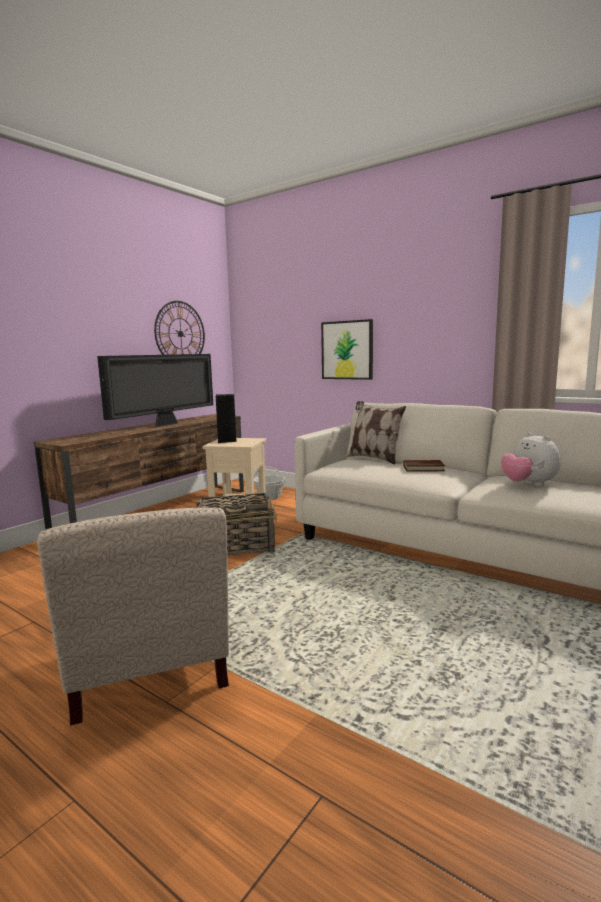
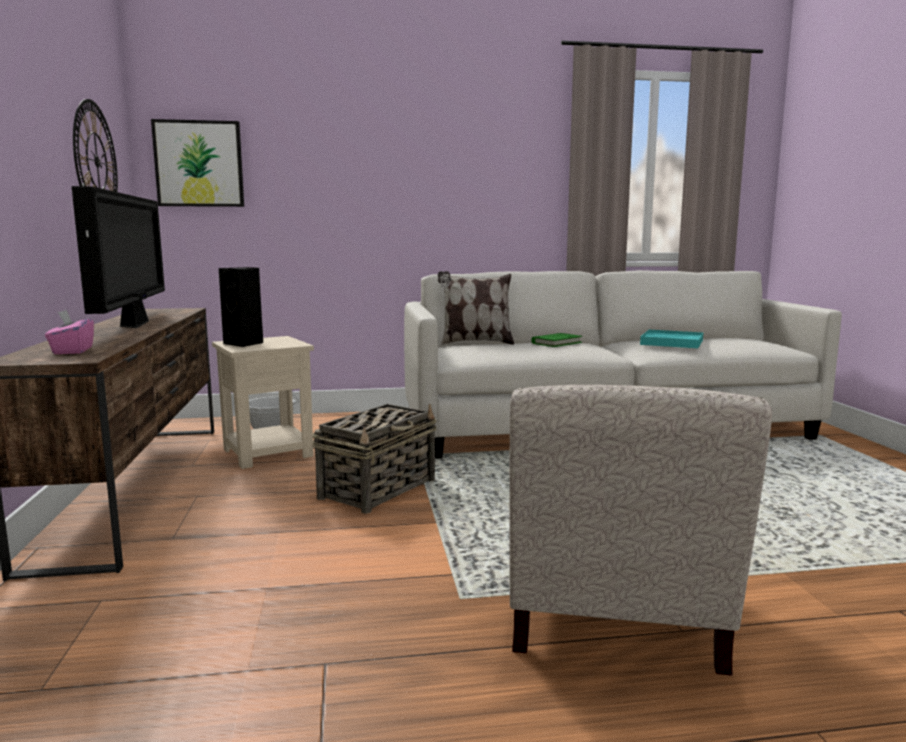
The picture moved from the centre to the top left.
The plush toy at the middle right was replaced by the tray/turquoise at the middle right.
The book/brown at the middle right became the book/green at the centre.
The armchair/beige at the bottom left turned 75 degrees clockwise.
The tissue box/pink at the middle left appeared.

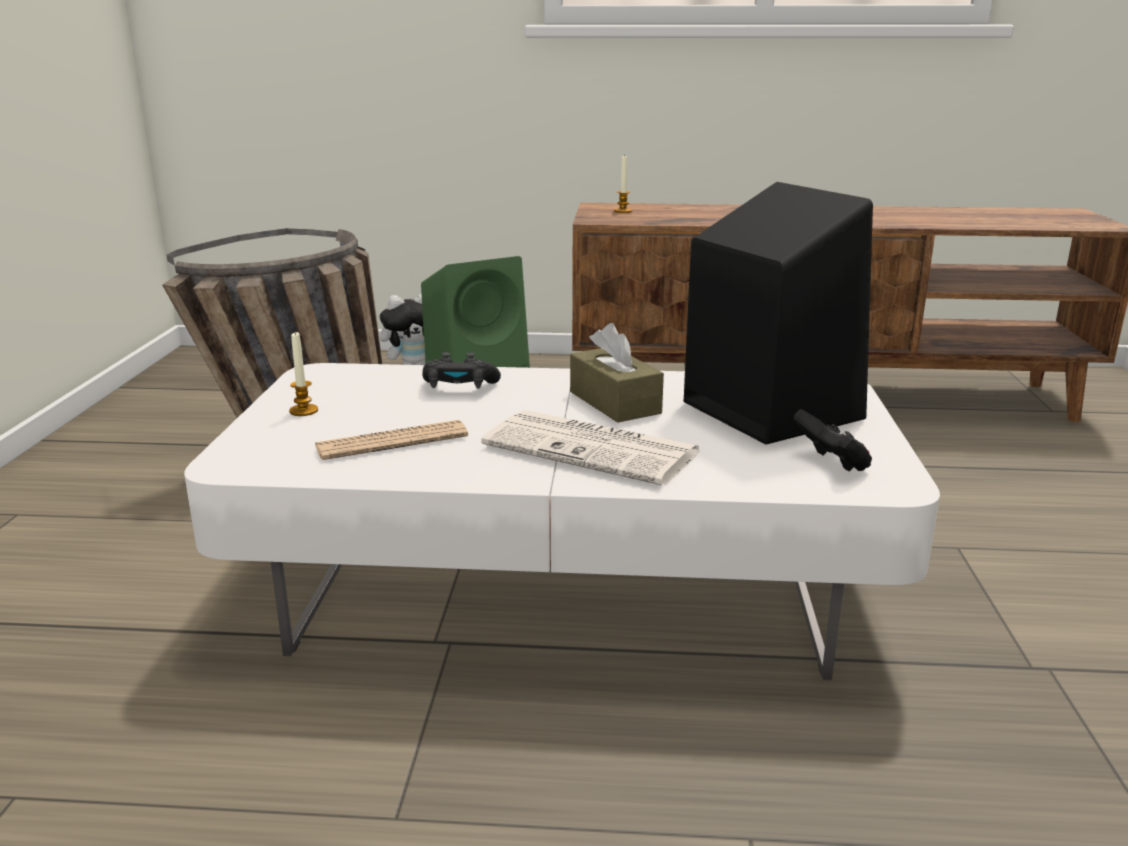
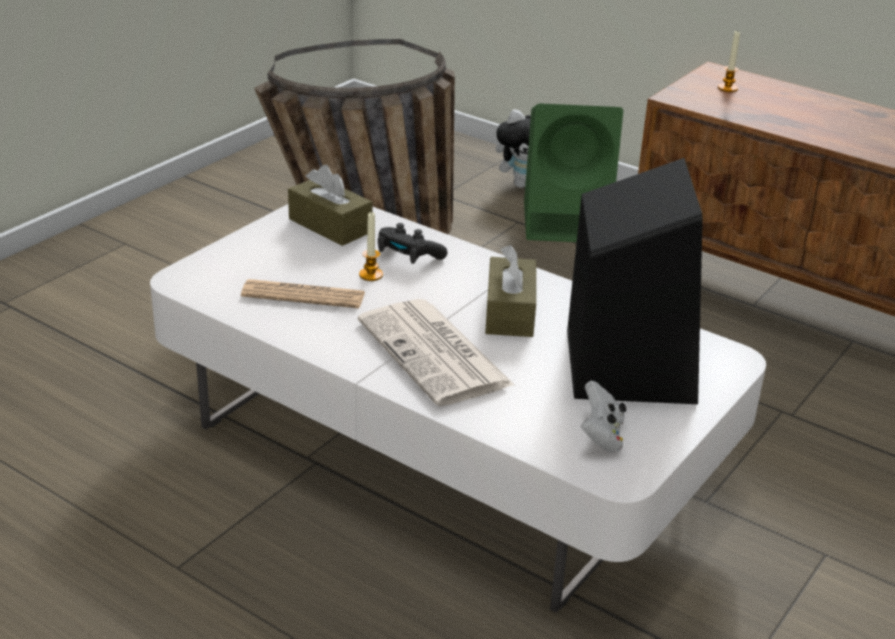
The candle (1st from left) moved from the middle left to the centre.
The game controller/black (2nd from left) at the middle right became the game controller/white at the middle right.
The tissue box/brown (1st from left) at the top centre appeared.

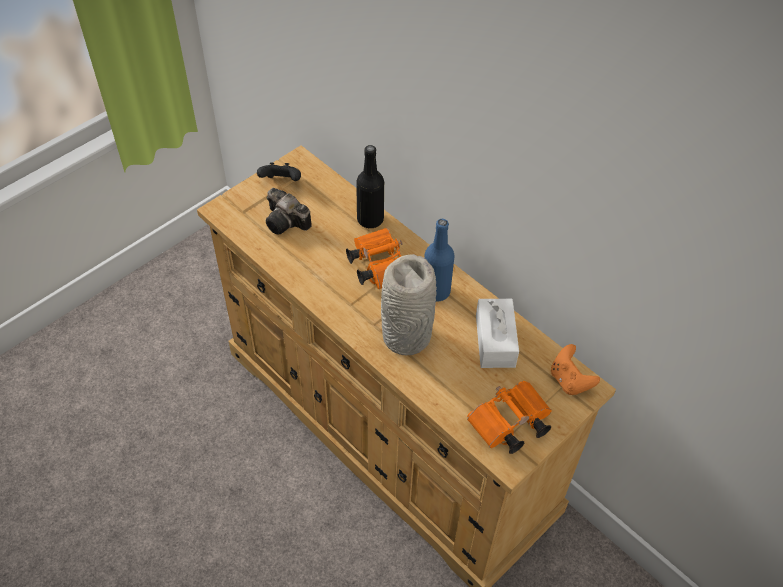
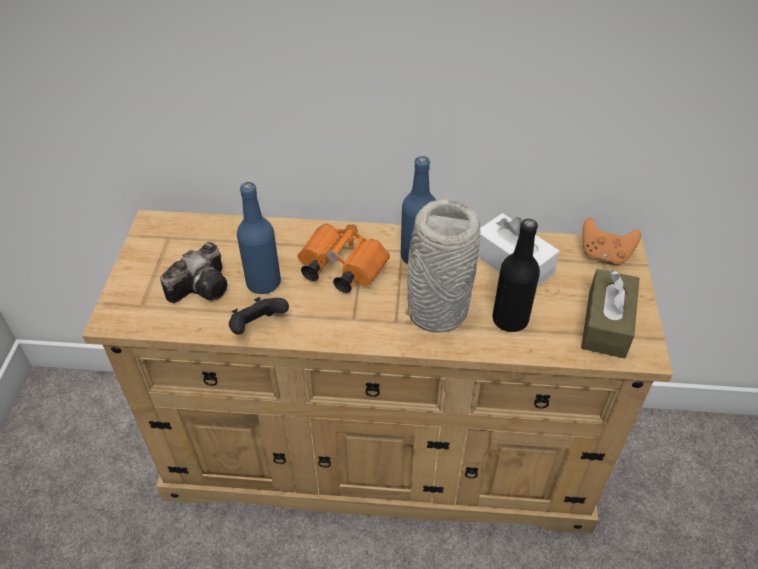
The bottle/black moved from the top centre to the middle right.
The game controller/black moved from the top centre to the centre.
The photo camera at the centre turned 45 degrees counterclockwise.
The binoculars/orange (2nd from left) at the bottom centre was replaced by the tissue box/brown at the middle right.
The bottle/blue (1st from left) at the centre appeared.

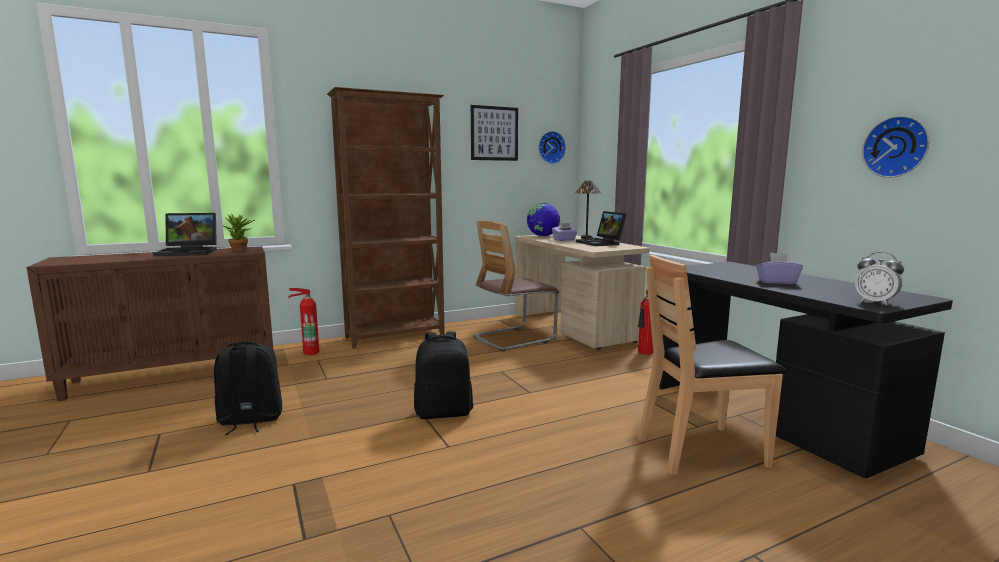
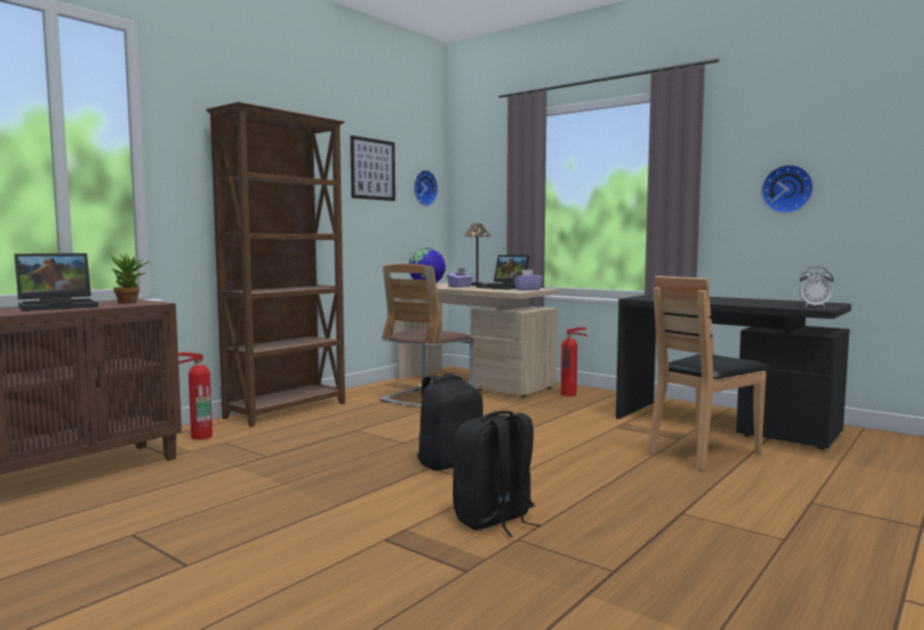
The tissue box/purple (2nd from left) moved from the middle right to the centre.
The backpack/black (1st from left in the first image) moved from the bottom left to the bottom centre.

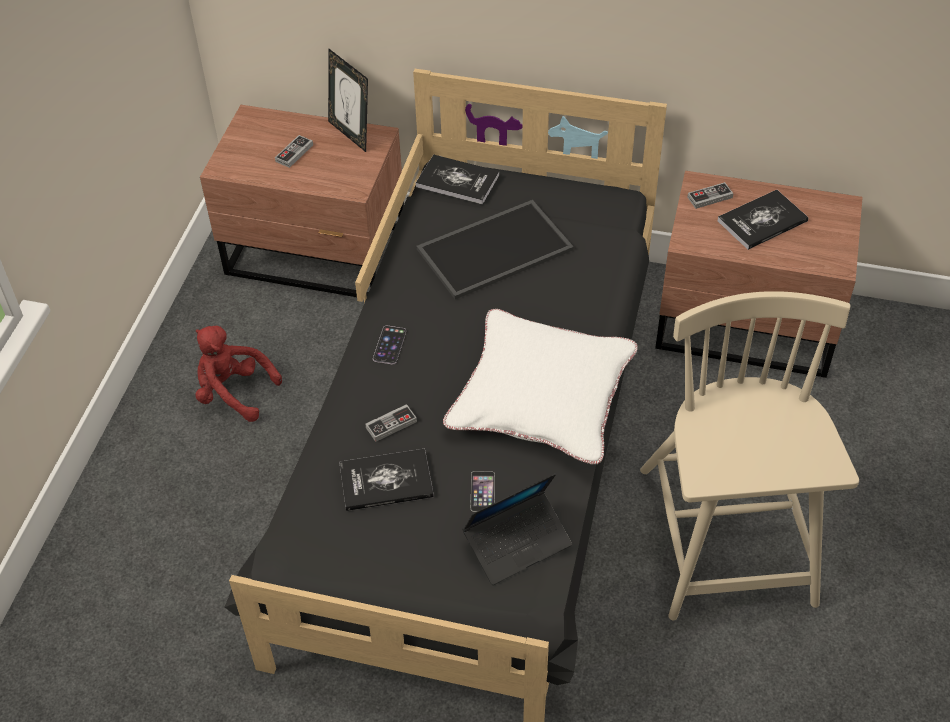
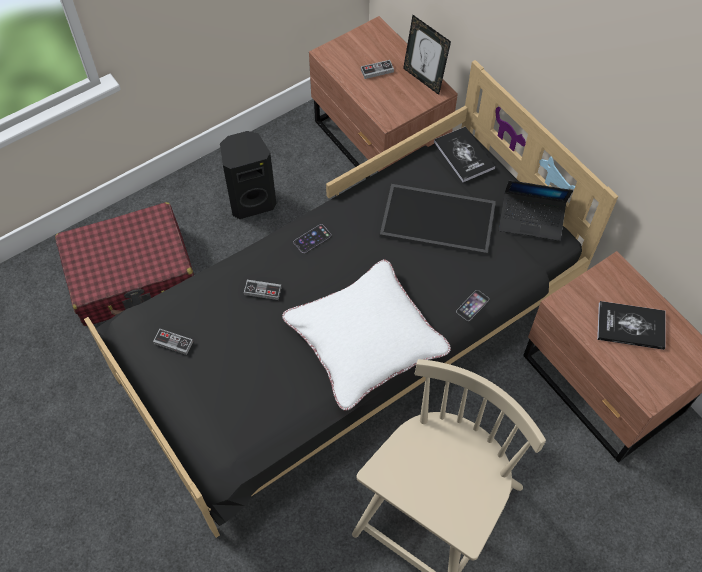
The picture frame at the top centre turned 45 degrees counterclockwise.
The game controller (3rd from left in the first image) moved from the top right to the middle left.
The plush toy/red at the middle left was replaced by the speaker/black at the top centre.
The book (1st from left) at the centre disappeared.
The phone (2nd from left) moved from the bottom centre to the middle right.
The laptop moved from the bottom centre to the middle right.
The suitcase/red at the middle left appeared.

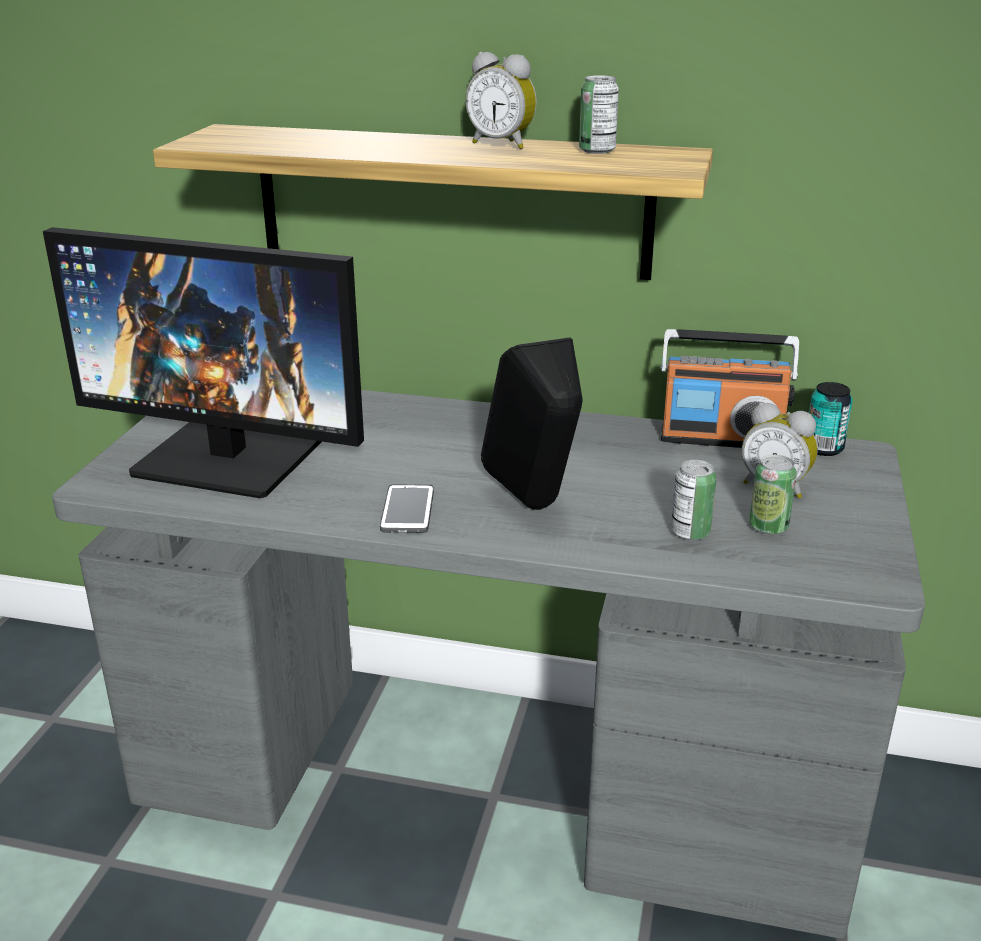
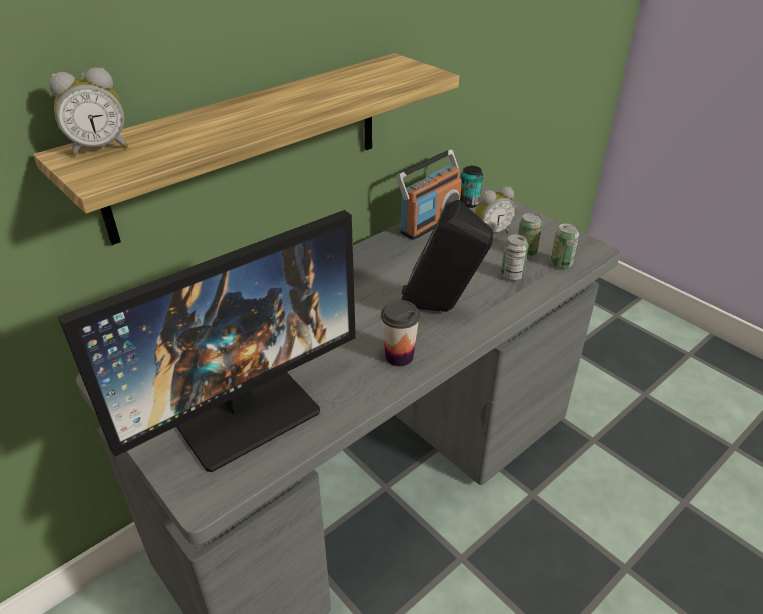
The alarm clock (1st from left) moved from the top centre to the top left.
The can (1st from left in the first image) moved from the top centre to the middle right.
The phone at the centre was replaced by the cup at the centre.

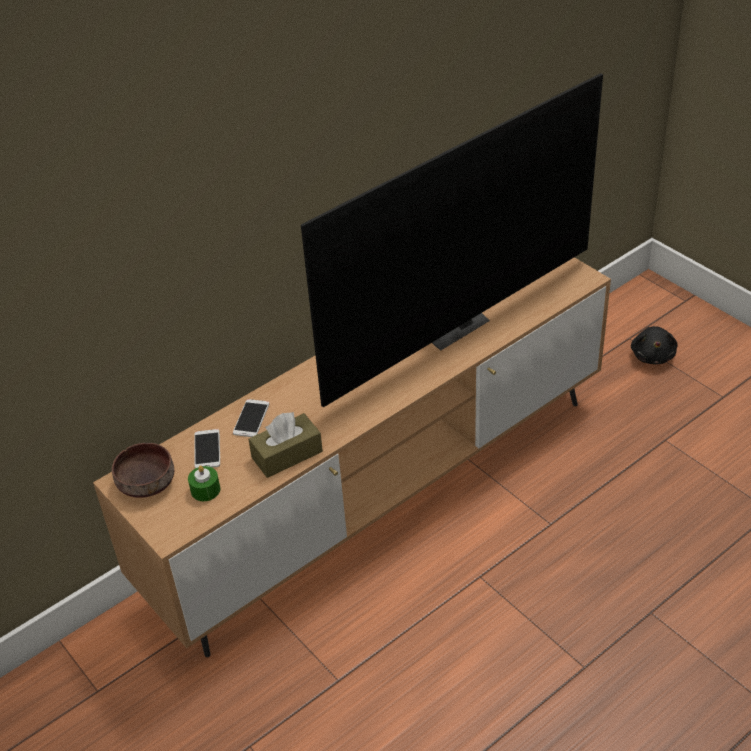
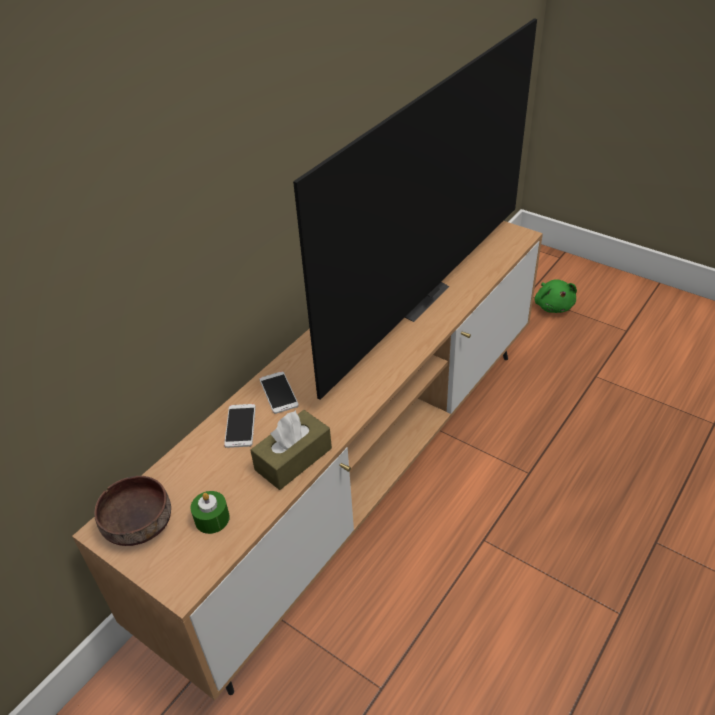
The plush toy/black at the middle right became the plush toy/green at the middle right.
The phone (1st from left in the first image) moved from the middle left to the centre.

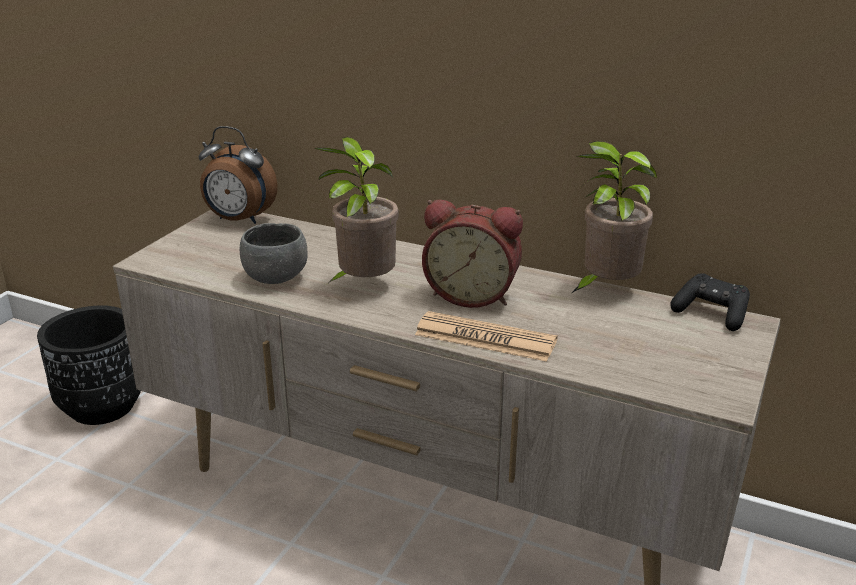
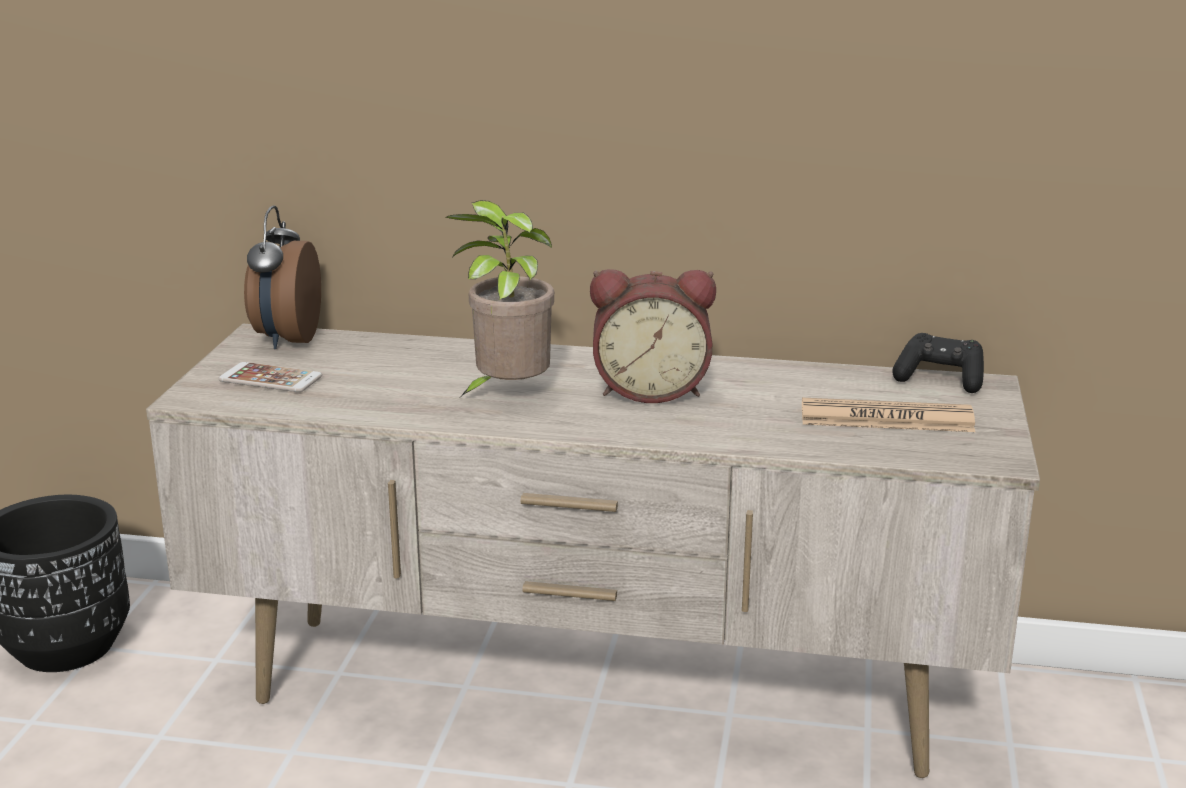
The alarm clock (1st from left) at the top left turned 90 degrees clockwise.
The potted plant (2nd from left) at the middle right disappeared.
The bowl/grey at the middle left disappeared.
The newspaper moved from the centre to the middle right.
The phone at the middle left appeared.

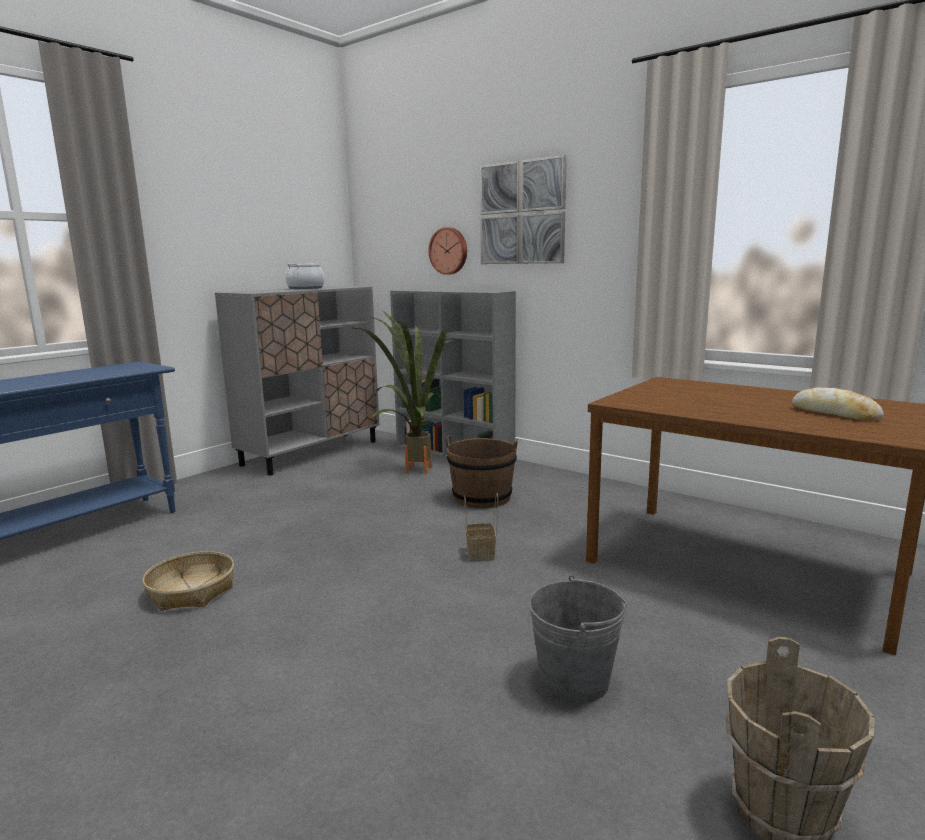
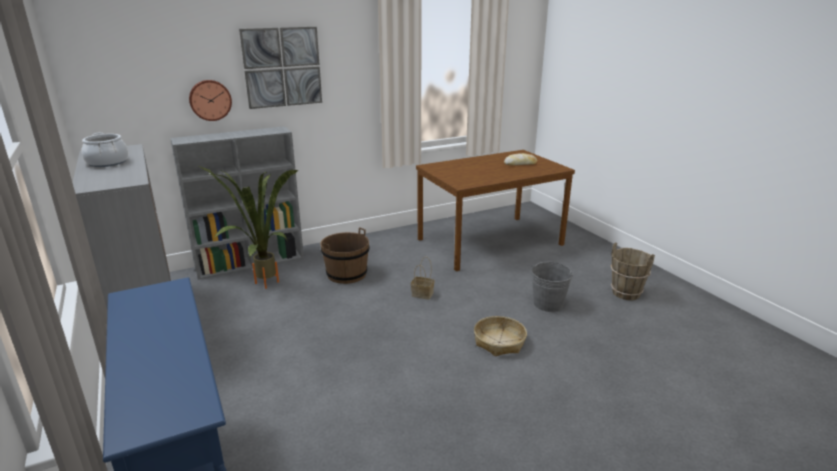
The basket (1st from left in the first image) moved from the bottom left to the bottom centre.

